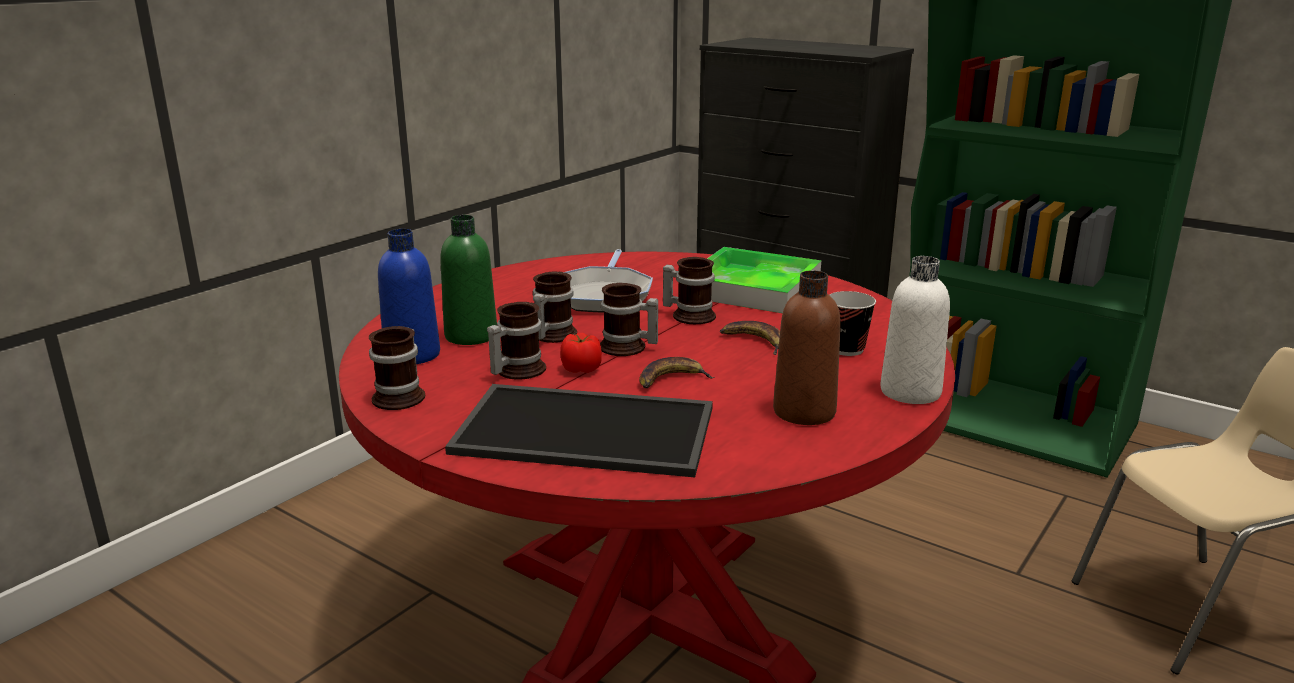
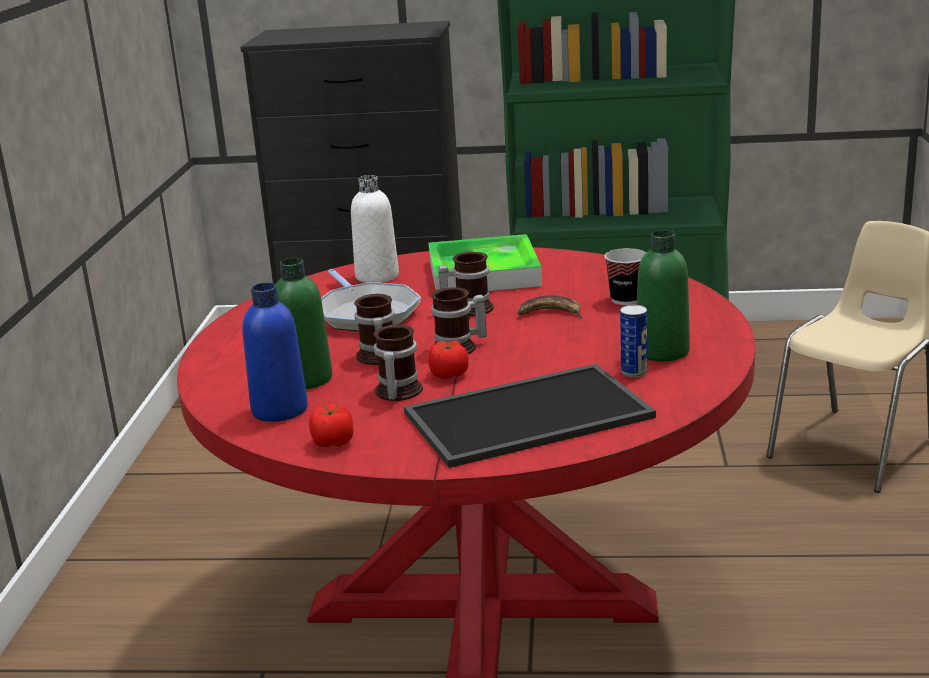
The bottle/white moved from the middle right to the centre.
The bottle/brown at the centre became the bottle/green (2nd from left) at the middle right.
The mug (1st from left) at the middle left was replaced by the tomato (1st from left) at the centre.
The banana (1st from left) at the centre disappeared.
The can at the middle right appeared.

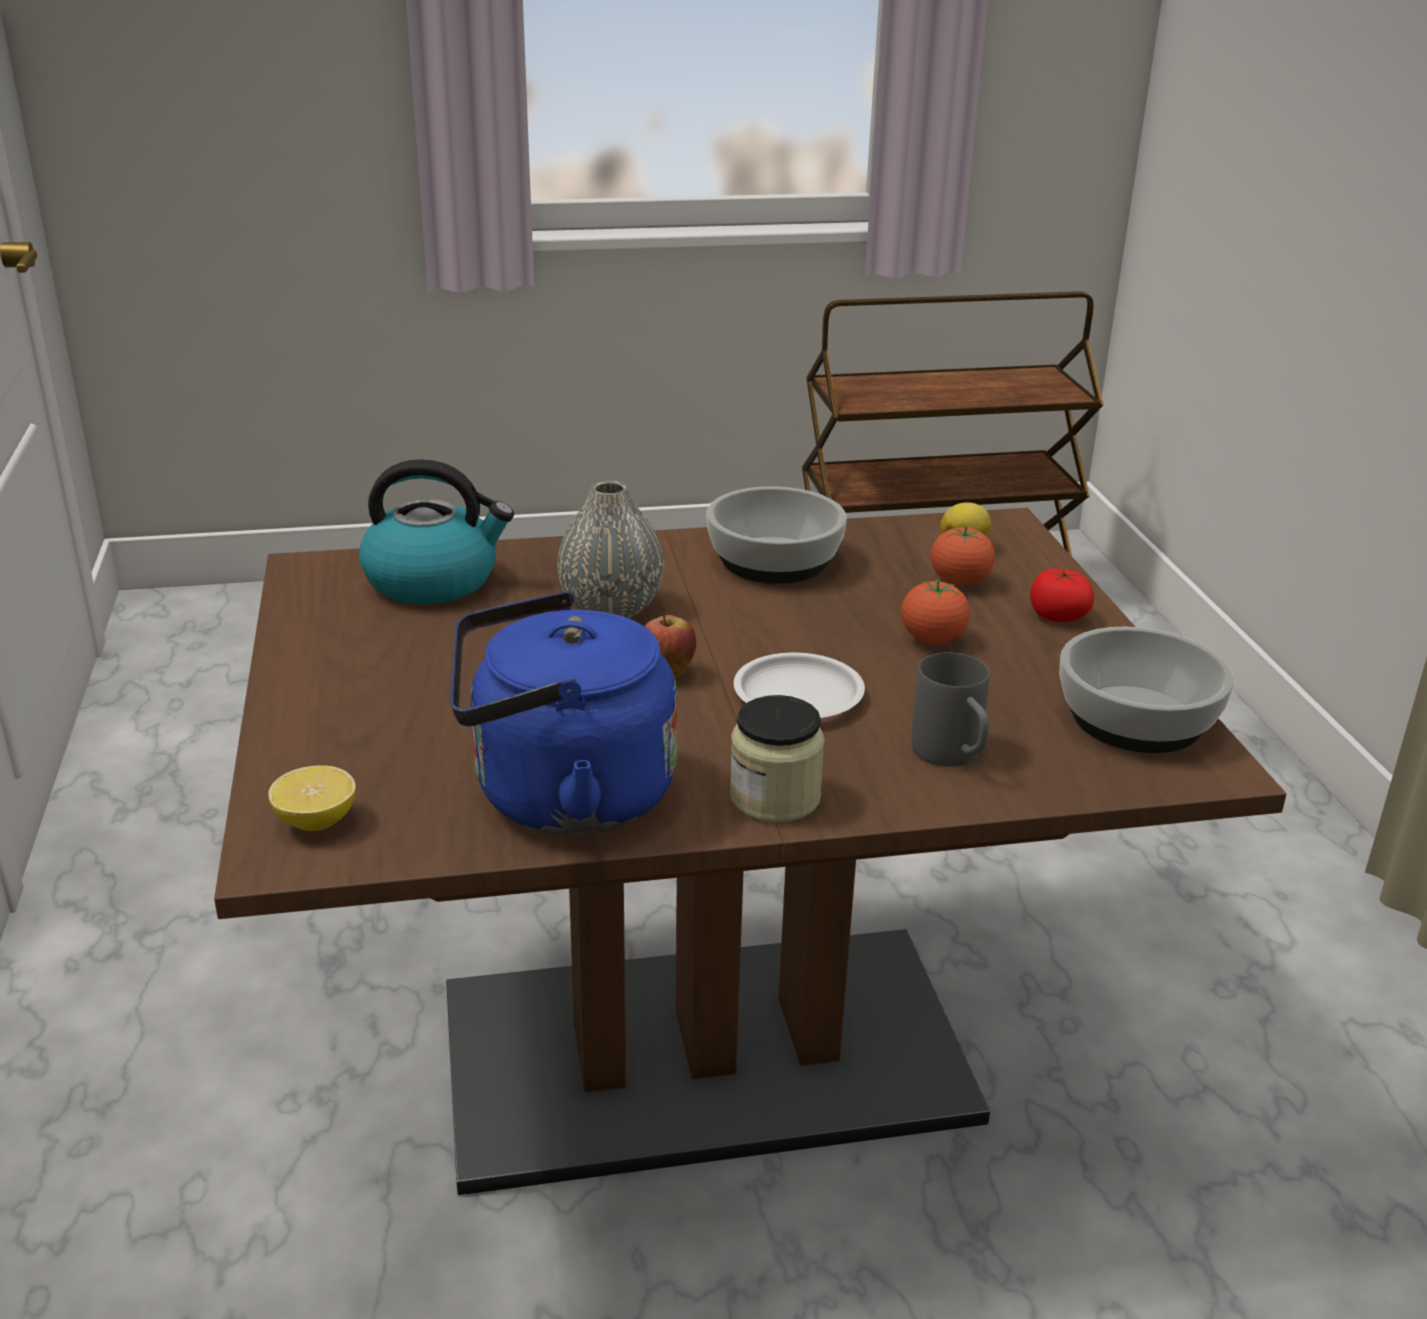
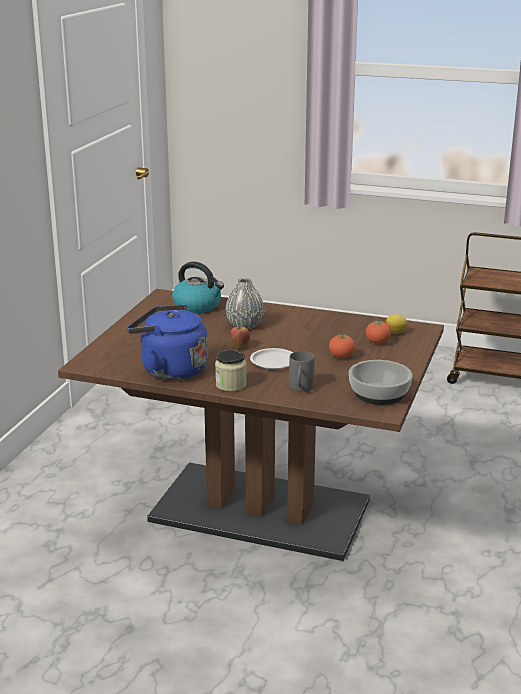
The bowl (1st from left) at the centre disappeared.
The tomato (3rd from left) at the middle right disappeared.
The lemon (1st from left) at the middle left disappeared.

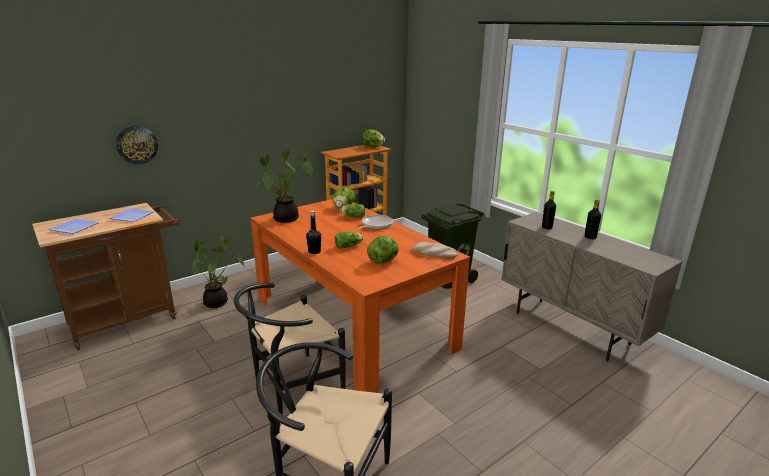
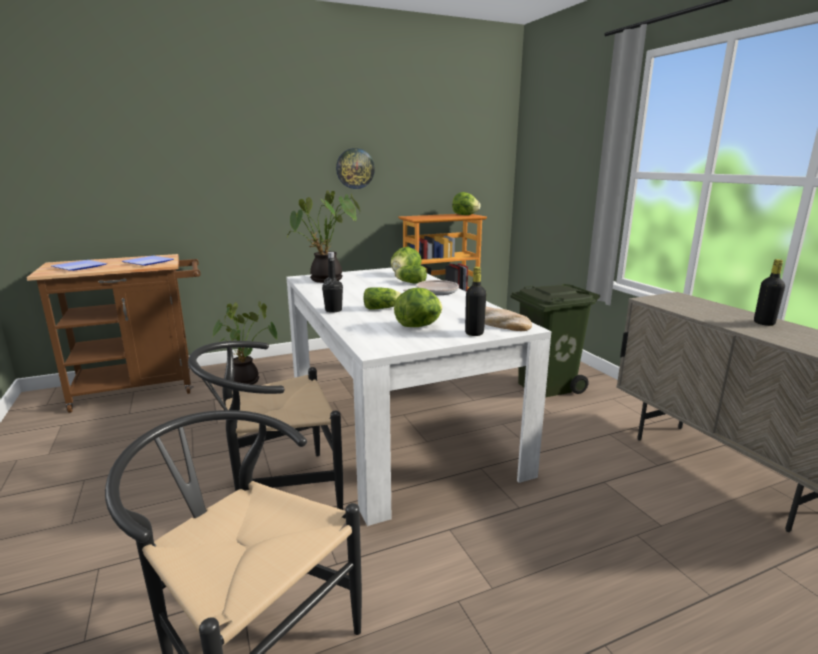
The wall clock moved from the top left to the top centre.
The bottle/black (2nd from left) moved from the middle right to the centre.
The dining table/orange at the centre became the dining table/white at the centre.

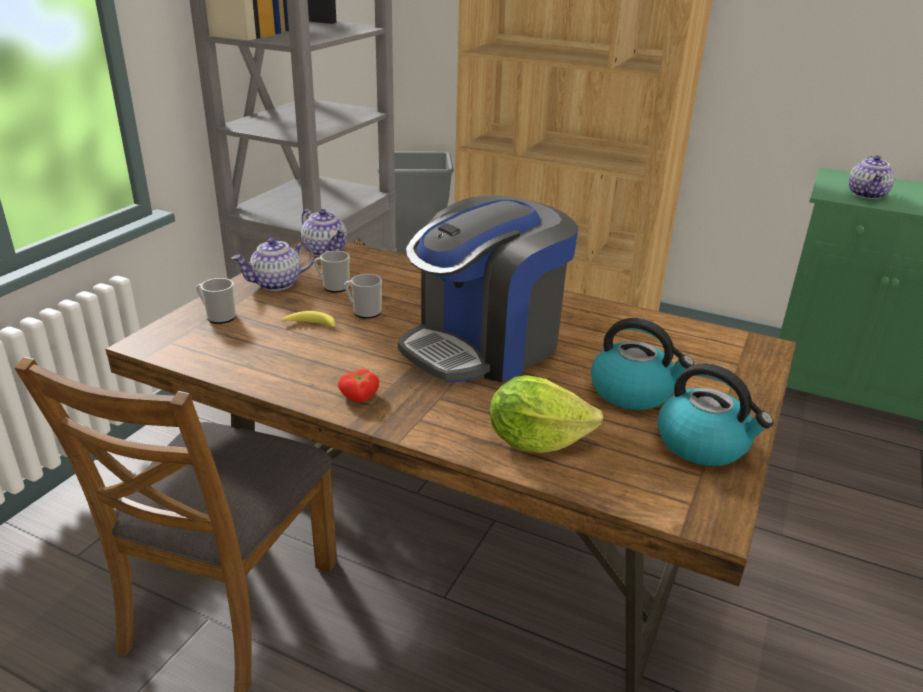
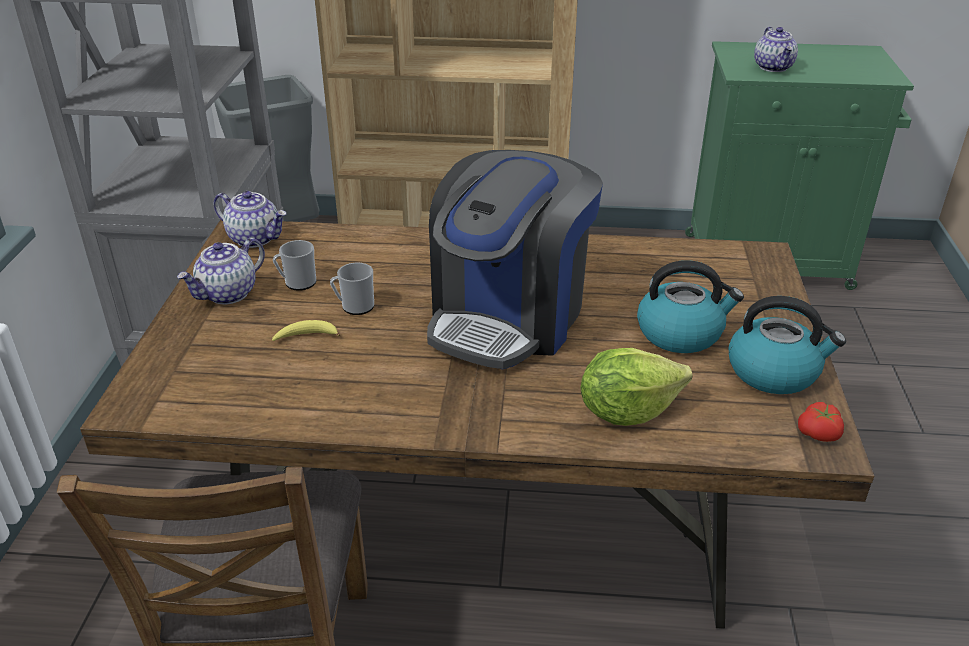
The mug (1st from left) at the middle left disappeared.
The tomato moved from the centre to the middle right.

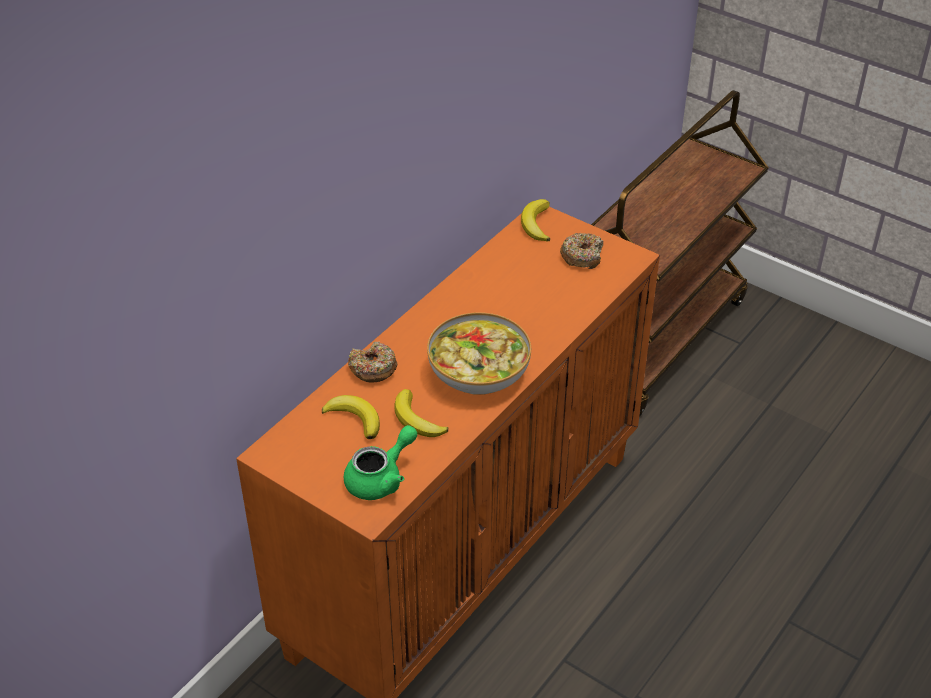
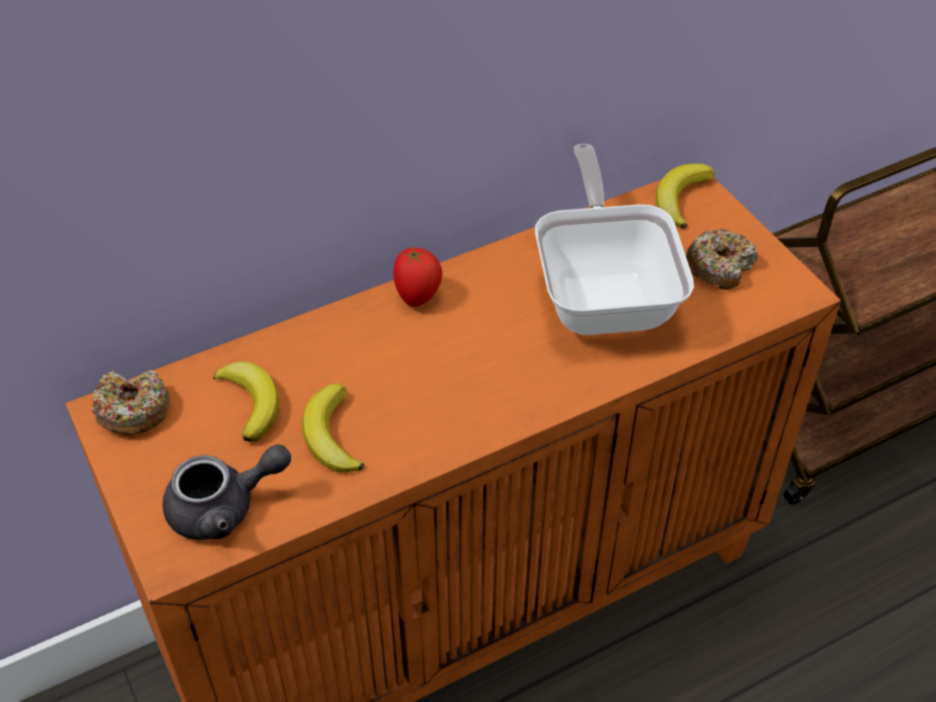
The bowl at the centre disappeared.
The donut (1st from left) moved from the centre to the middle left.
The teapot/green at the centre became the teapot/grey at the bottom left.
The frying pan at the centre appeared.
The tomato at the centre appeared.

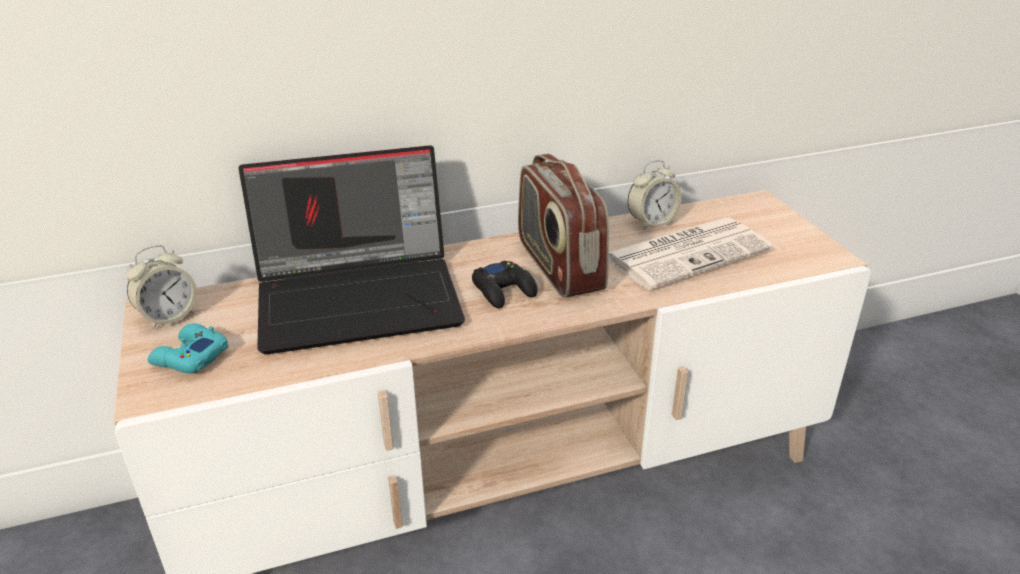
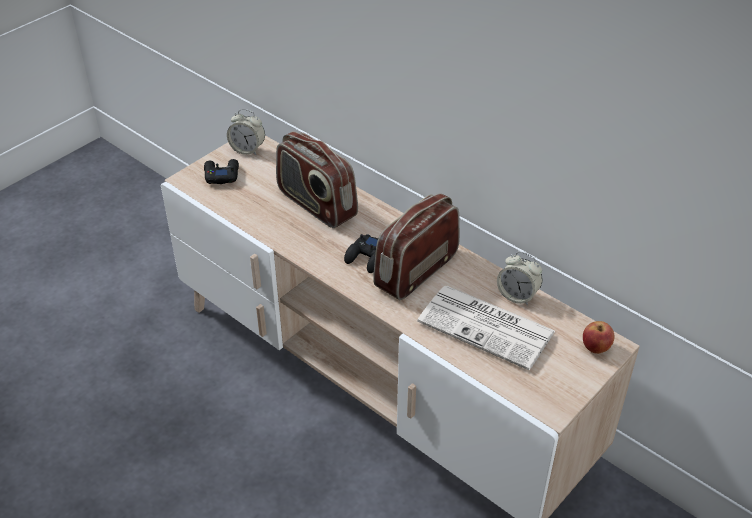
The laptop at the centre was replaced by the radio (1st from left) at the centre.
The game controller/turquoise at the middle left became the game controller/black (1st from left) at the top left.
The apple at the middle right appeared.

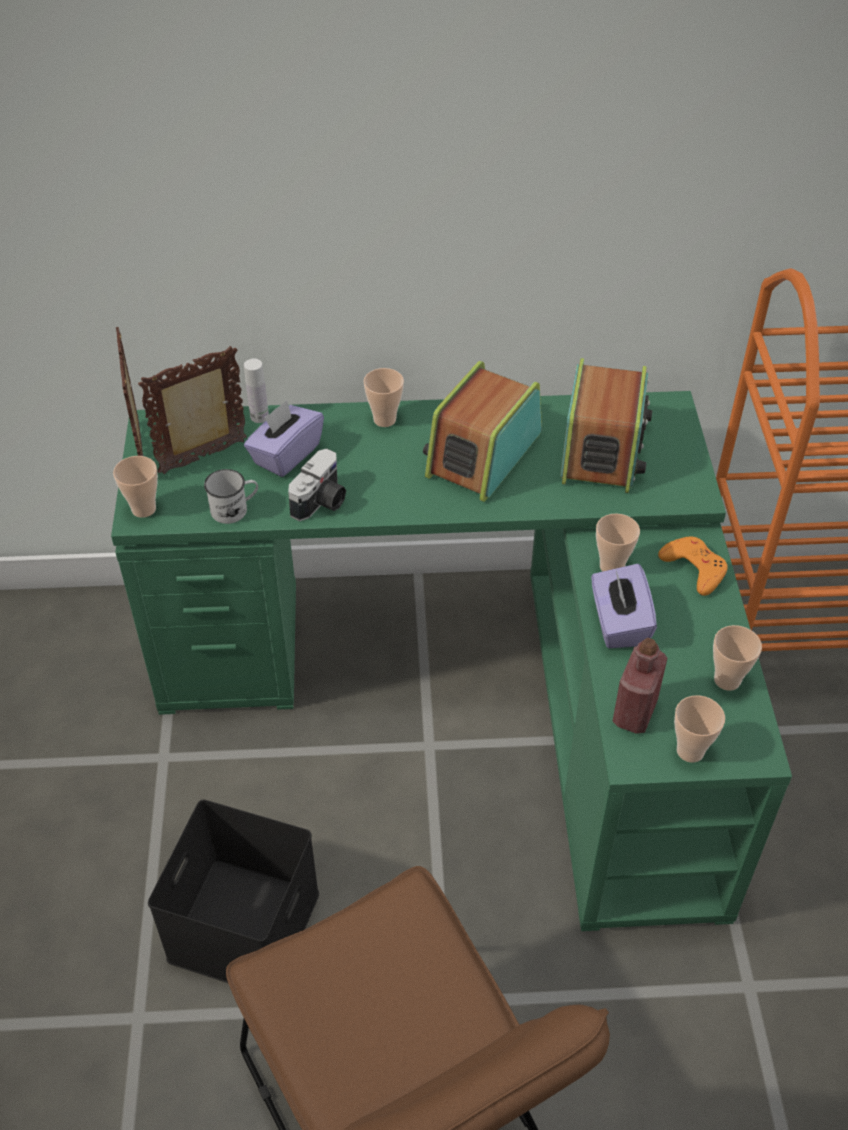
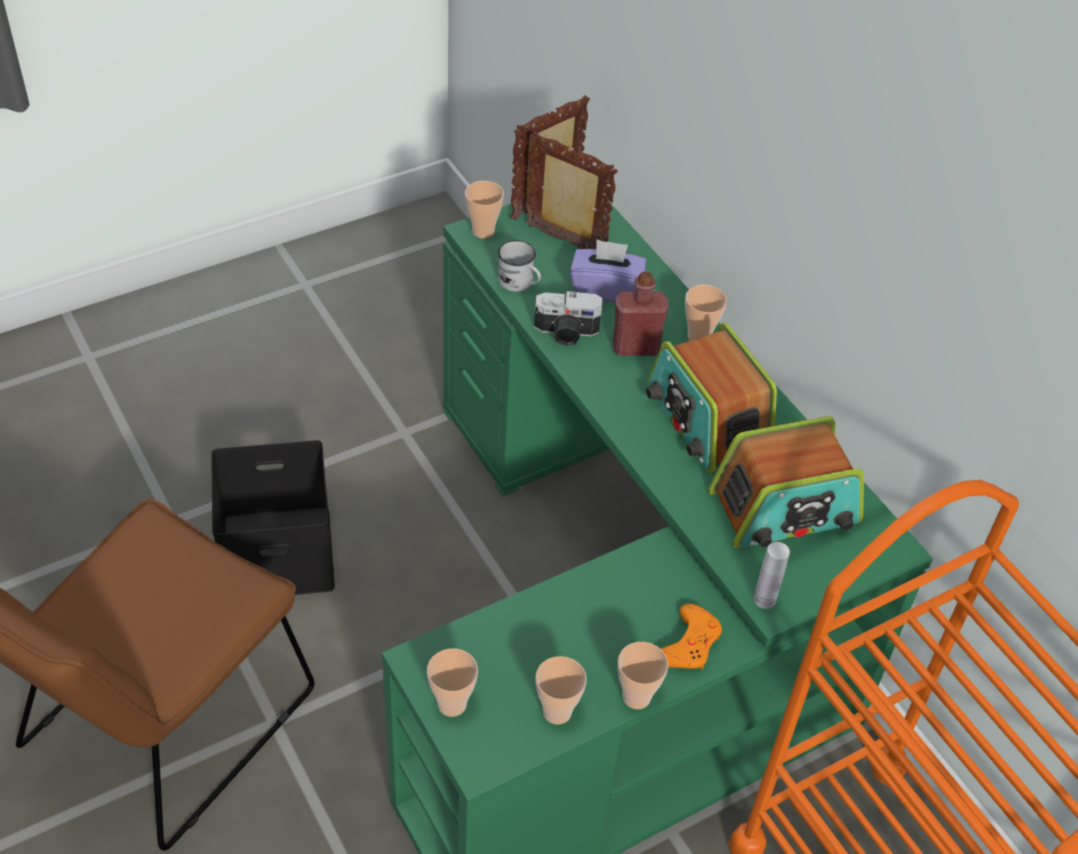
The bottle/white moved from the middle left to the bottom right.
The radio (1st from left) at the centre turned 120 degrees counterclockwise.
The cup (3rd from left in the first image) moved from the middle right to the bottom centre.
The tissue box/purple (2nd from left) at the middle right disappeared.
The bottle/red moved from the middle right to the centre.

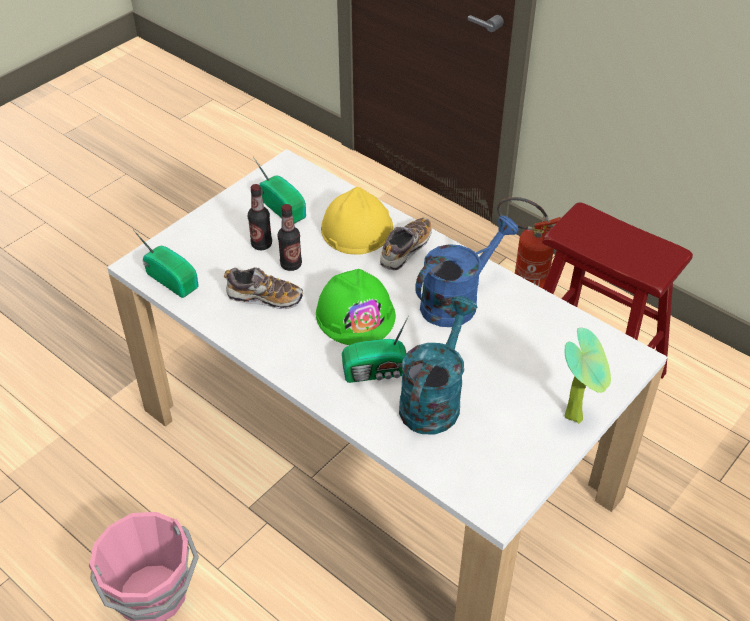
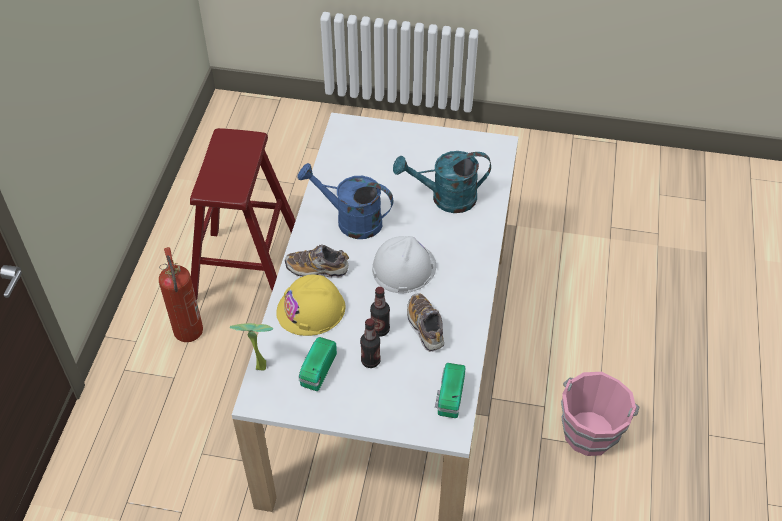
The hard hat/green at the centre became the hard hat/white at the centre.
The radio (3rd from left) at the centre disappeared.
The potted plant moved from the middle right to the middle left.

